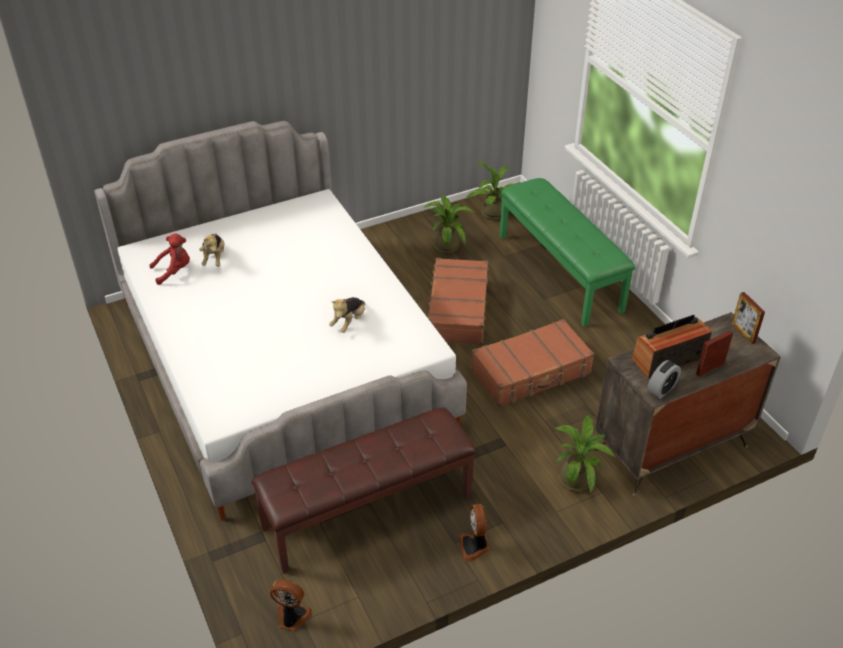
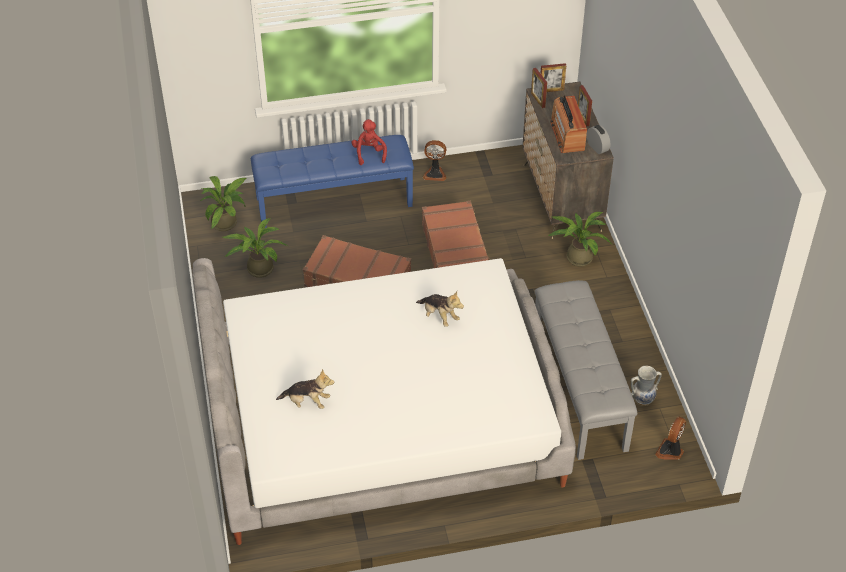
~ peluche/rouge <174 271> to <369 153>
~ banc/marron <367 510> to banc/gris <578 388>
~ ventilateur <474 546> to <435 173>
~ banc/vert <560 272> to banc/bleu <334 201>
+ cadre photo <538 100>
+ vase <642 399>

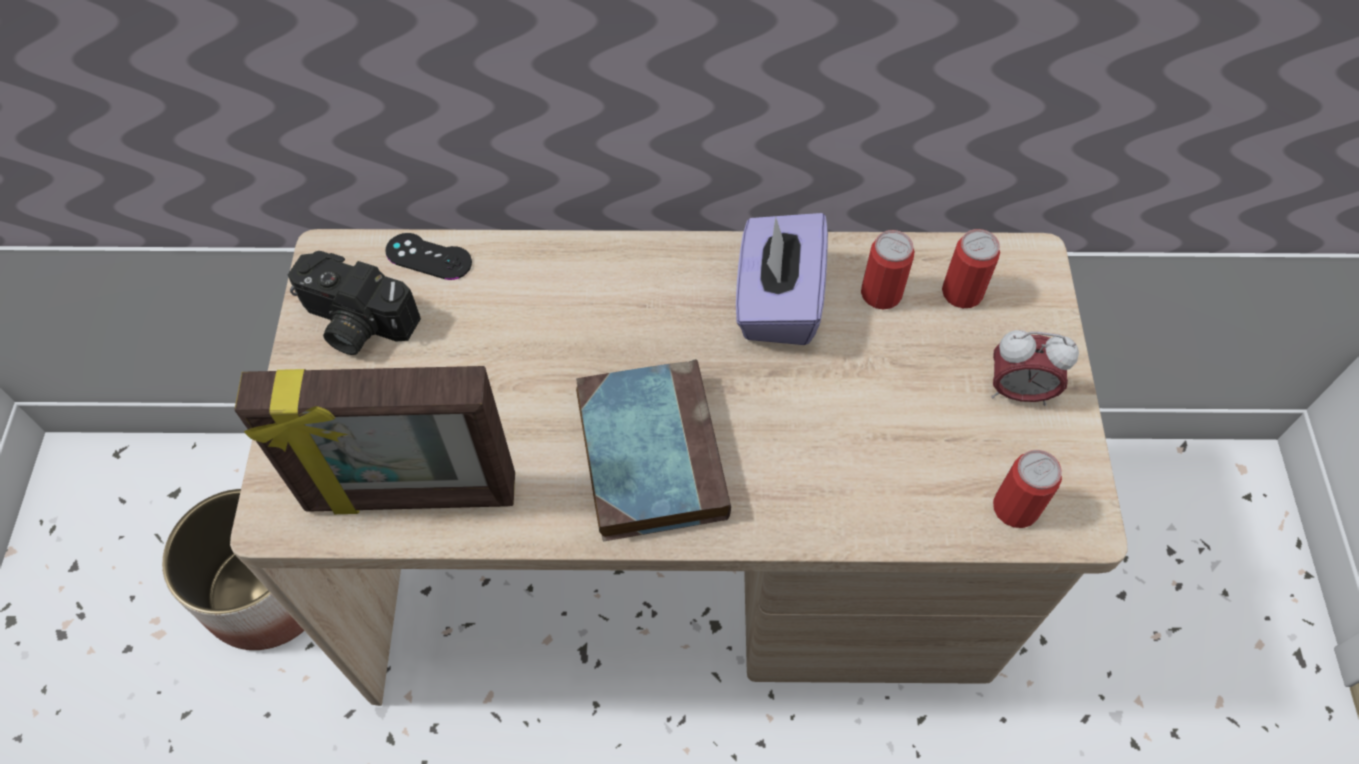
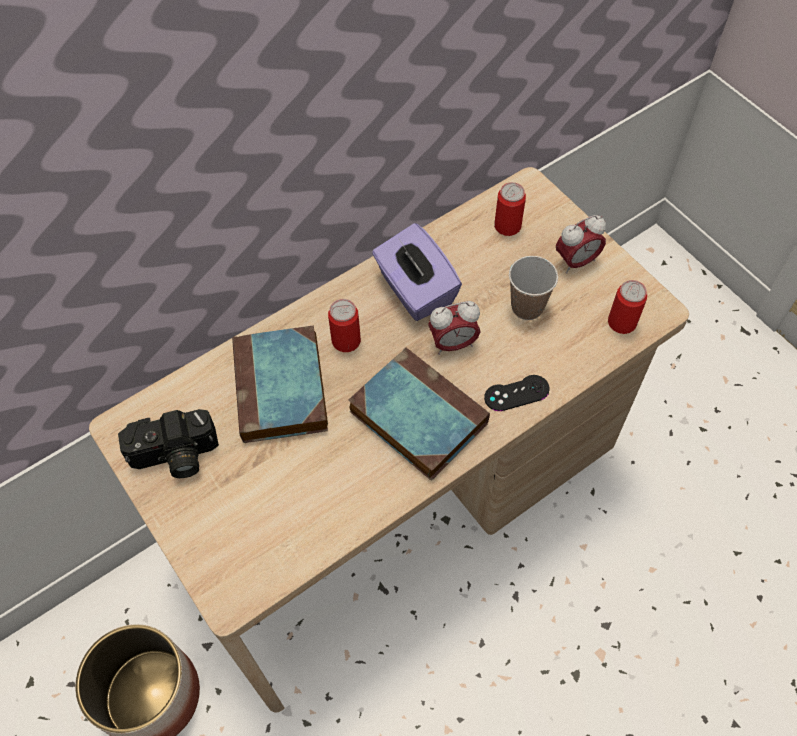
- cadre photo <411 496>
~ manette/noir <428 257> to <516 393>
~ boîte métallique <881 293> to <346 340>
+ livre <282 391>
+ réveil <453 344>
+ tasse <527 307>

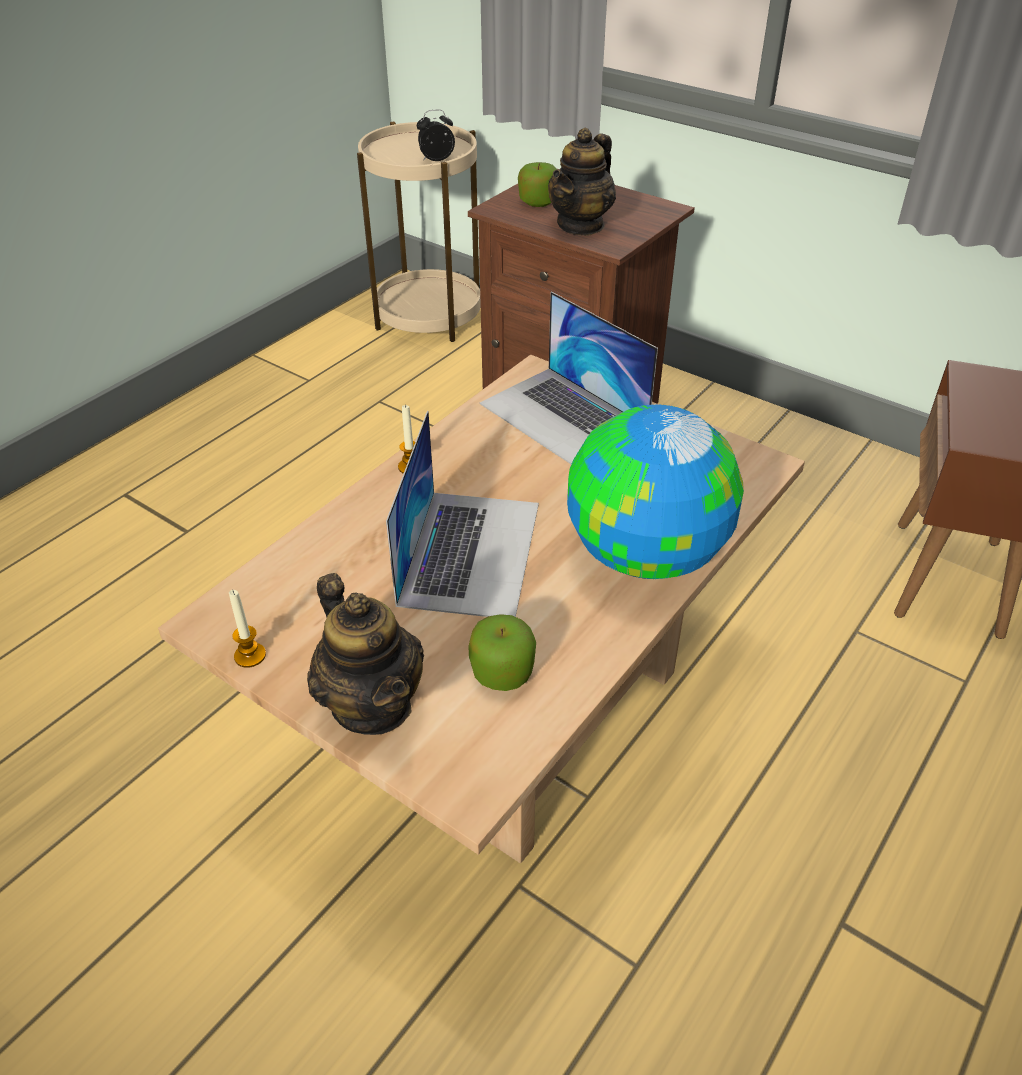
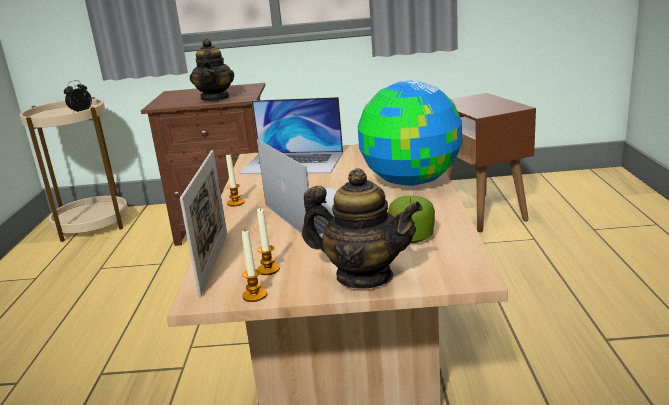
- pomme <538 202>
+ cadre photo <214 262>
+ bougie <268 269>

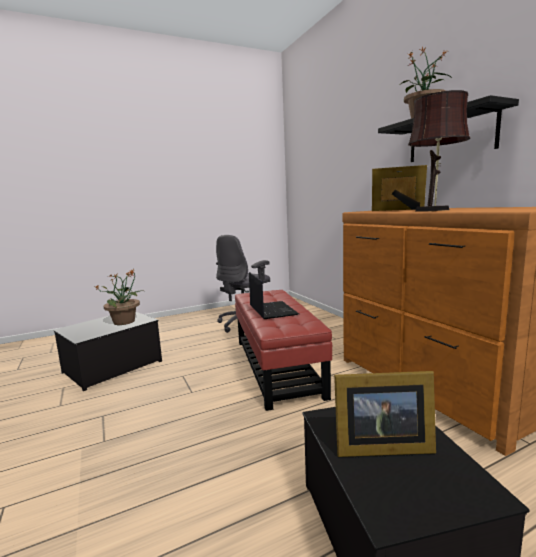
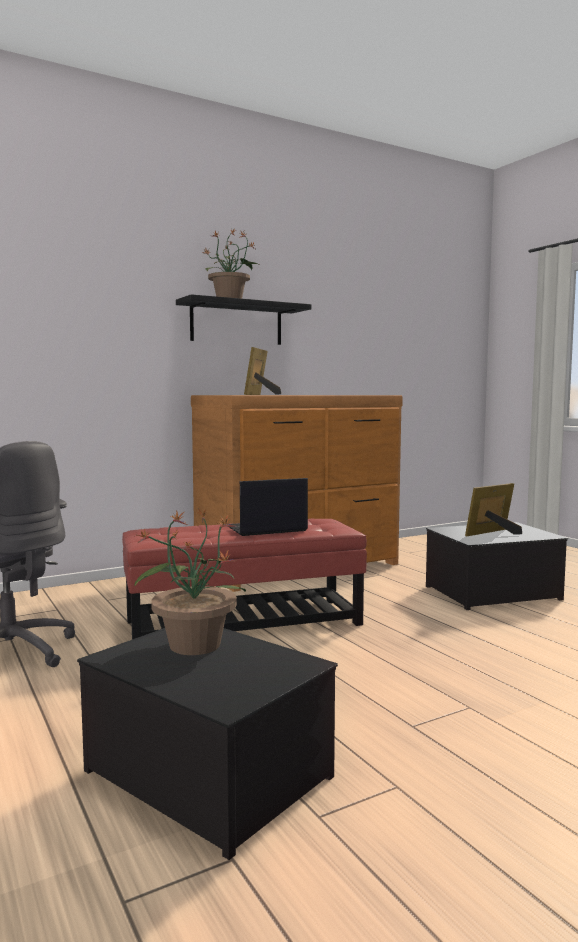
~ cadre photo <379 446> = <493 533> 120 degrees counterclockwise
- lampe de table/marron <434 210>

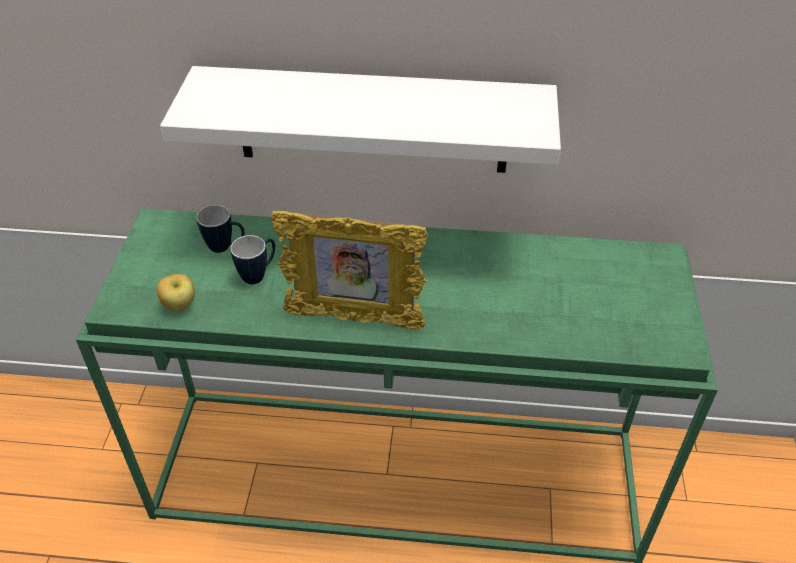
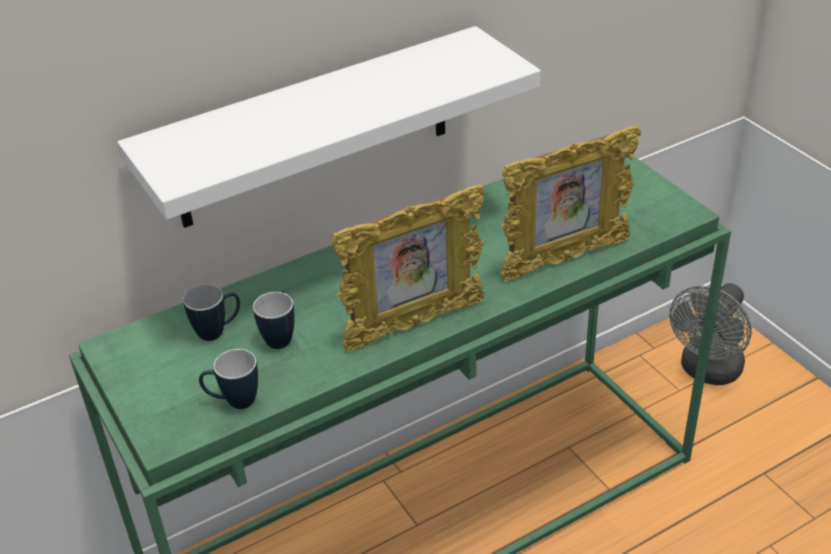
~ pomme <180 306> to mug <233 402>
+ cadre photo <564 260>
+ ventilateur/gris <707 371>

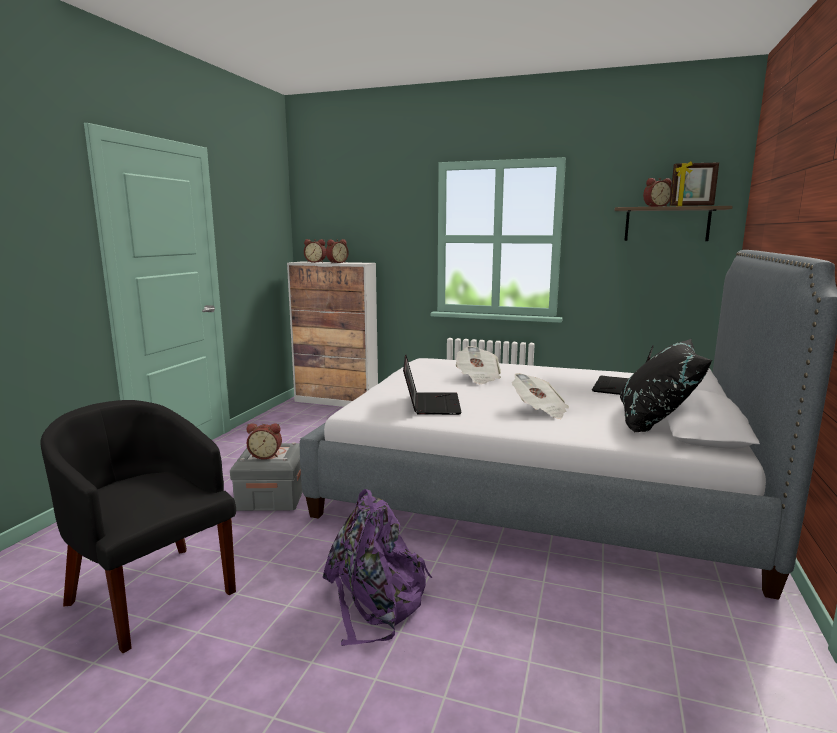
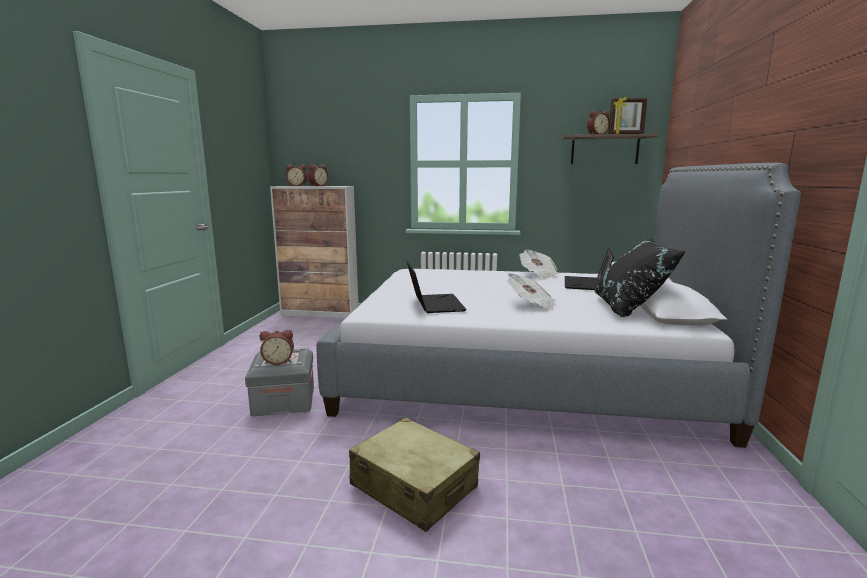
- fauteuil/noir <151 592>
~ sac à dos/violet <375 601> to valise/beige <414 486>
~ journal <478 377> to <538 274>

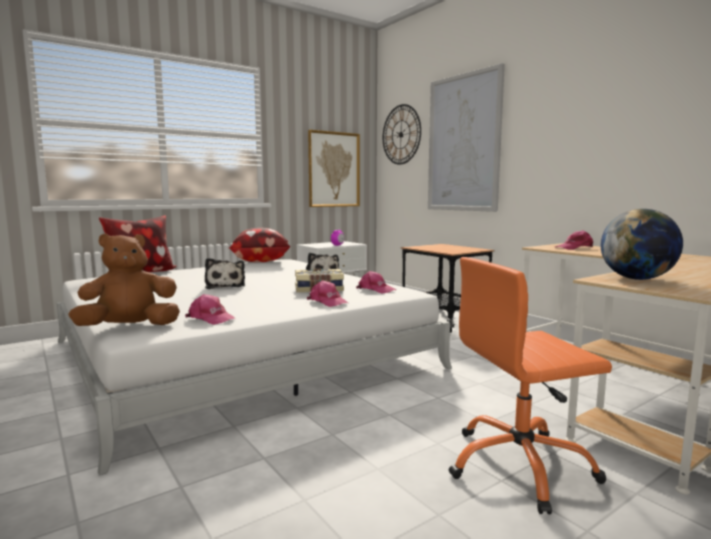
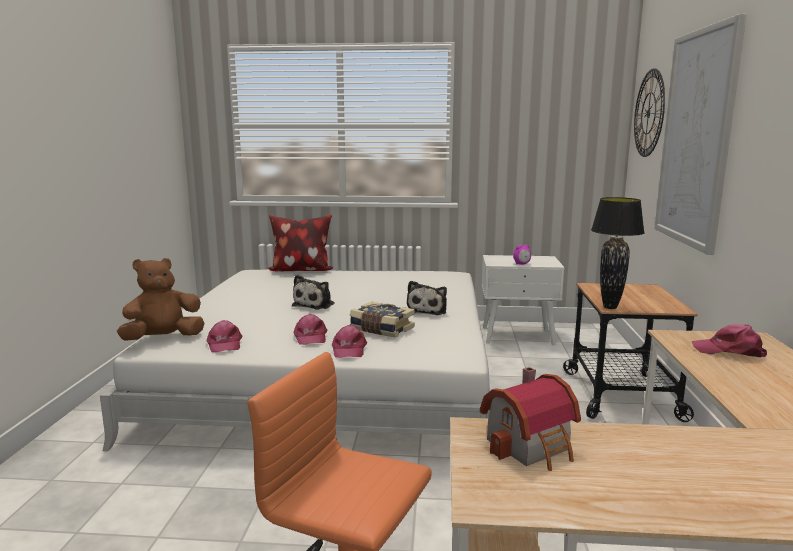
~ peluche/marron <130 328> = <163 339> 45 degrees counterclockwise
- coussin <260 261>
- tableau <334 169>
~ casquette/rose <375 290> to <310 337>
~ globe <637 279> to maison miniature <533 446>
+ lampe de table/noir <610 307>

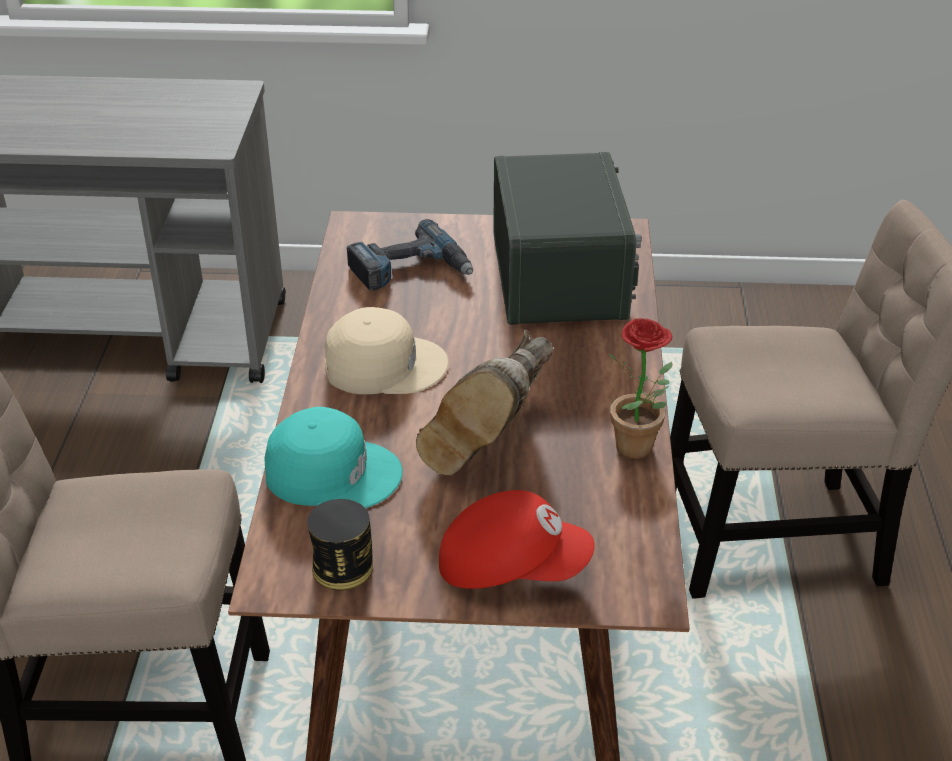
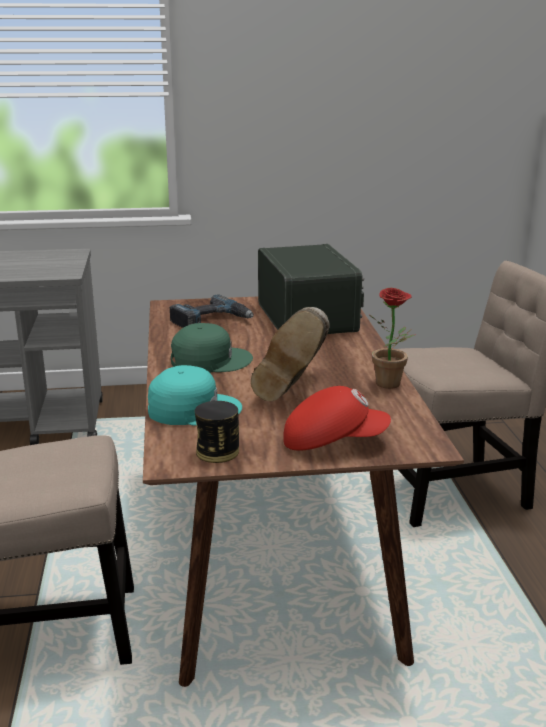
~ casquette/beige <384 364> to casquette/vert <210 360>

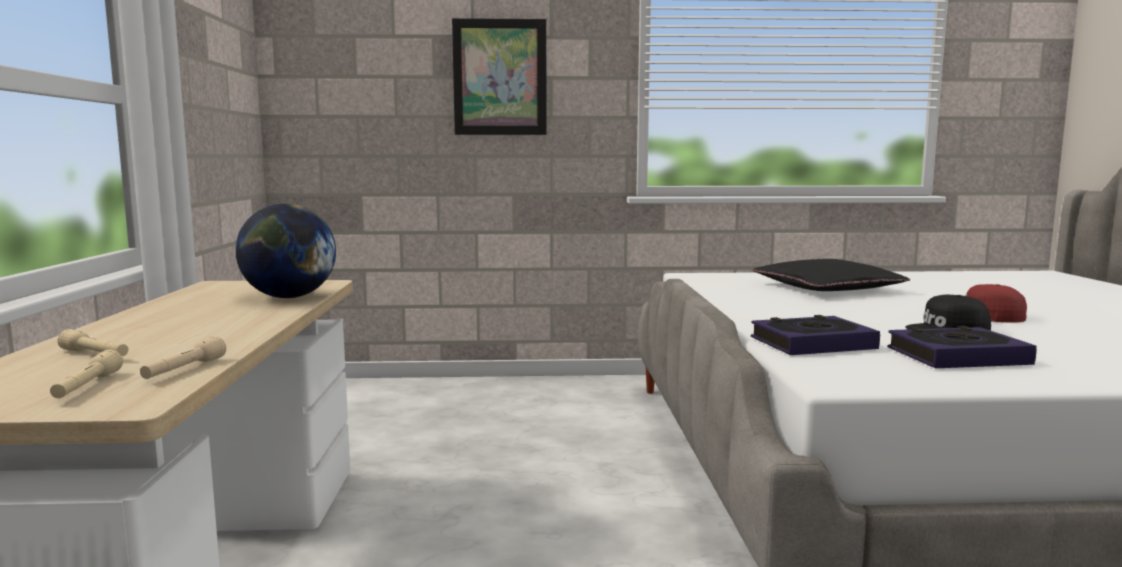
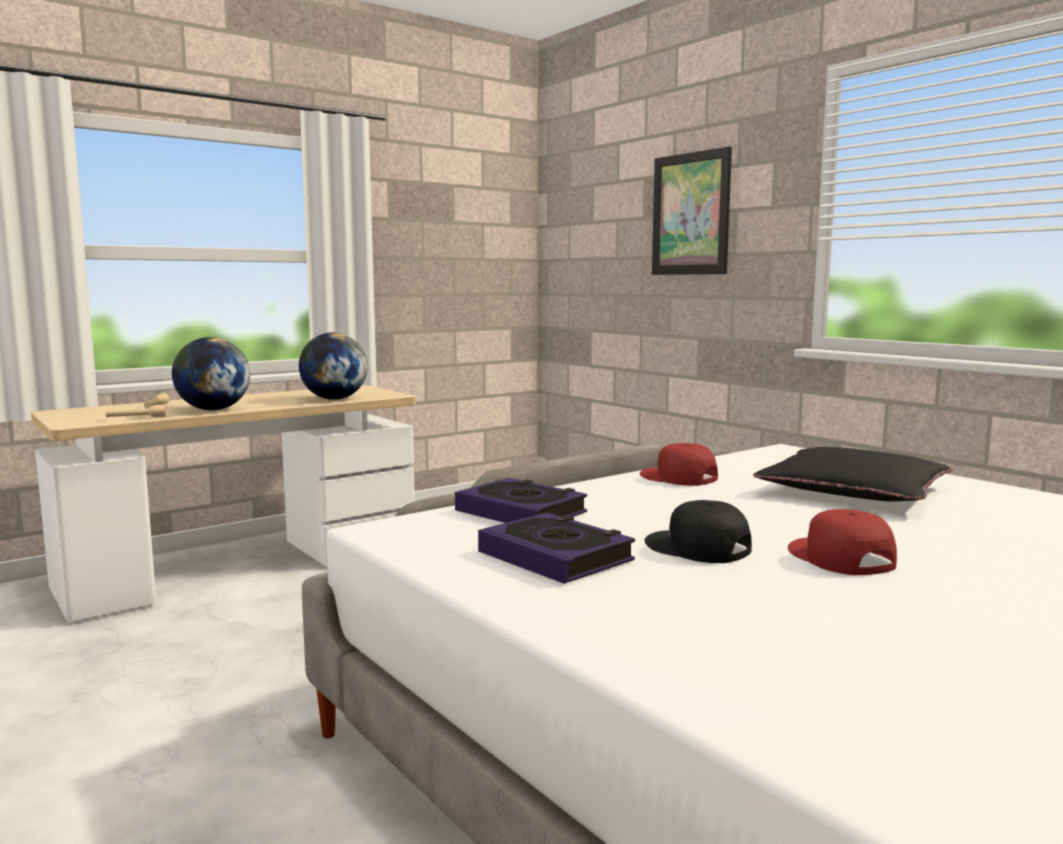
- lampe de poche/beige <87 387>
+ globe <213 410>
+ casquette/rouge <678 477>

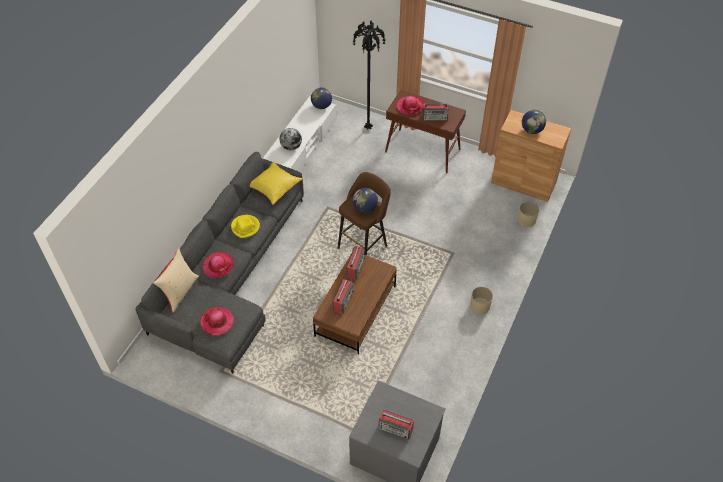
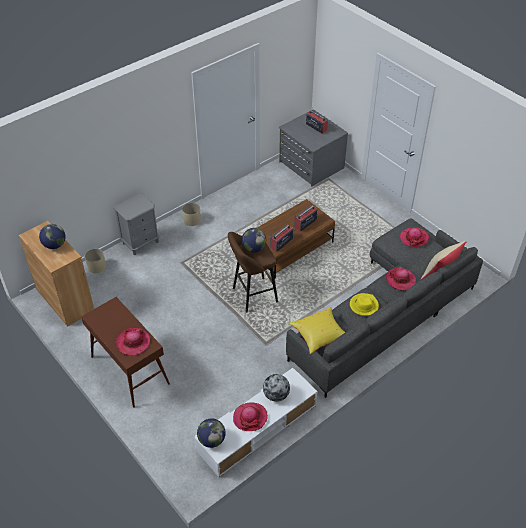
- lampadaire/noir <368 128>
- radio <435 117>
+ table de chevet/gris <141 242>
+ chapeau <250 417>

